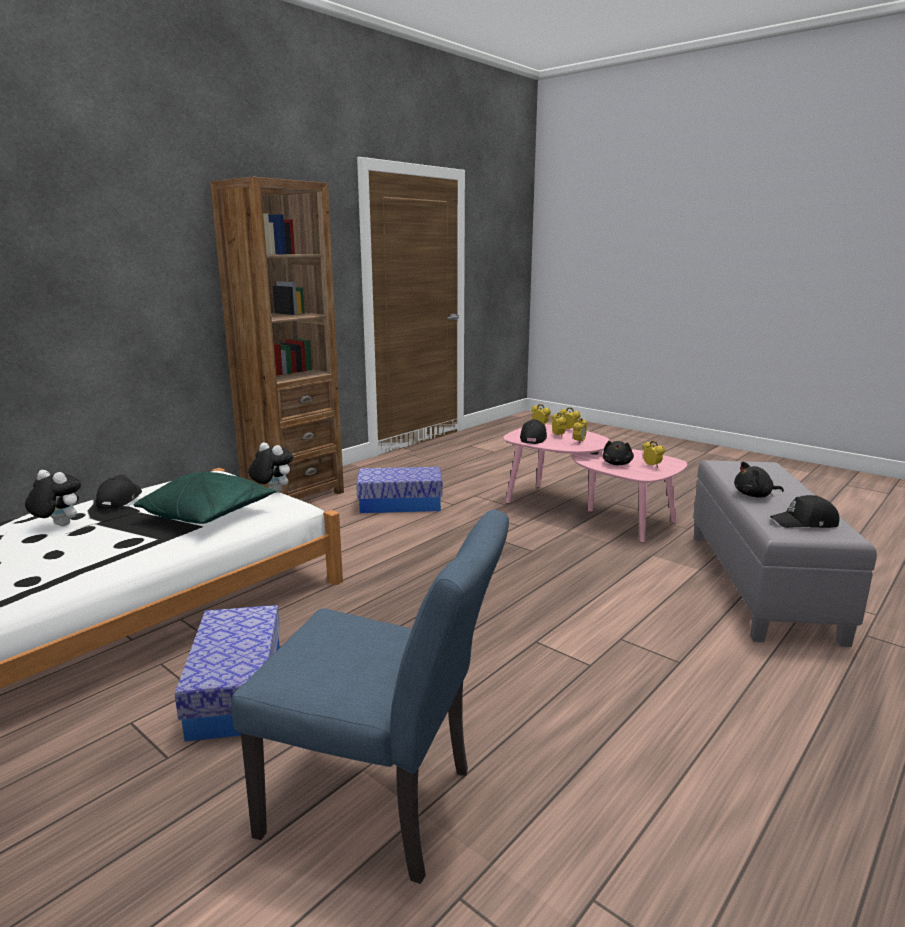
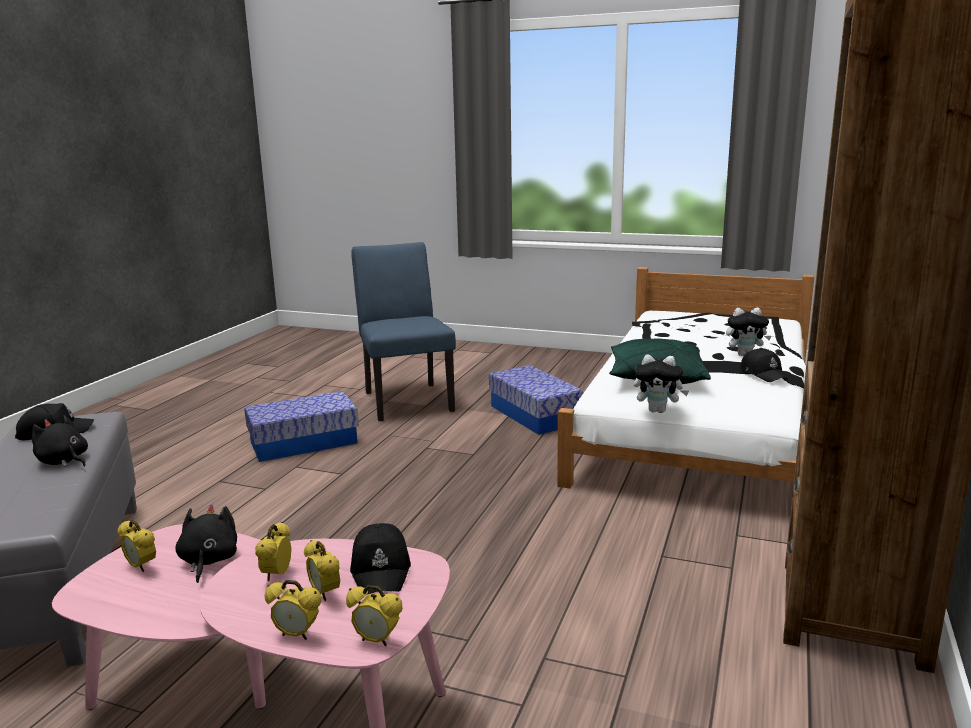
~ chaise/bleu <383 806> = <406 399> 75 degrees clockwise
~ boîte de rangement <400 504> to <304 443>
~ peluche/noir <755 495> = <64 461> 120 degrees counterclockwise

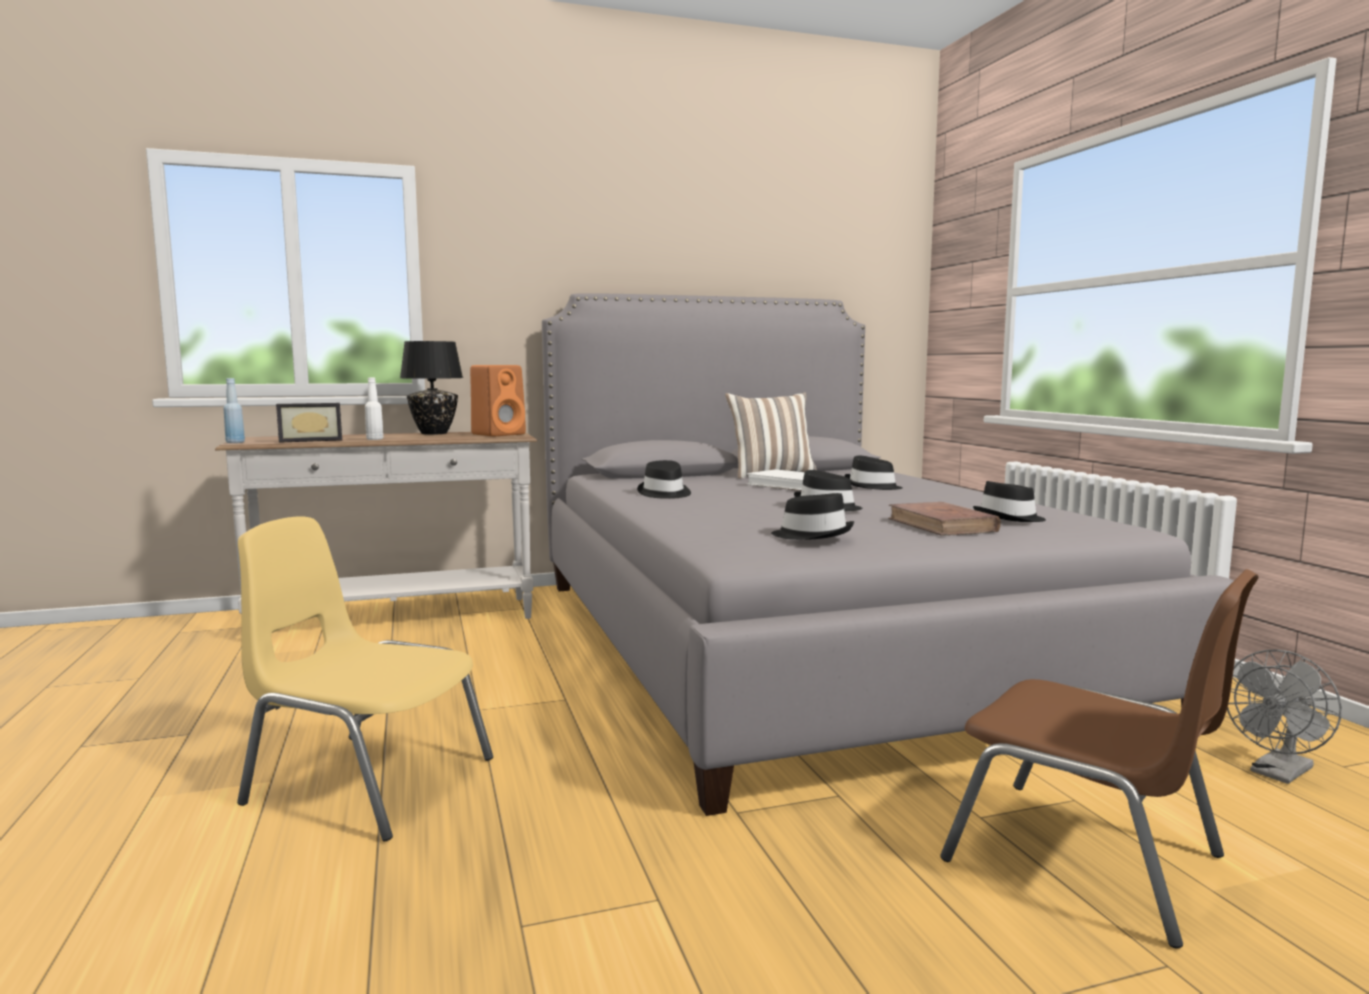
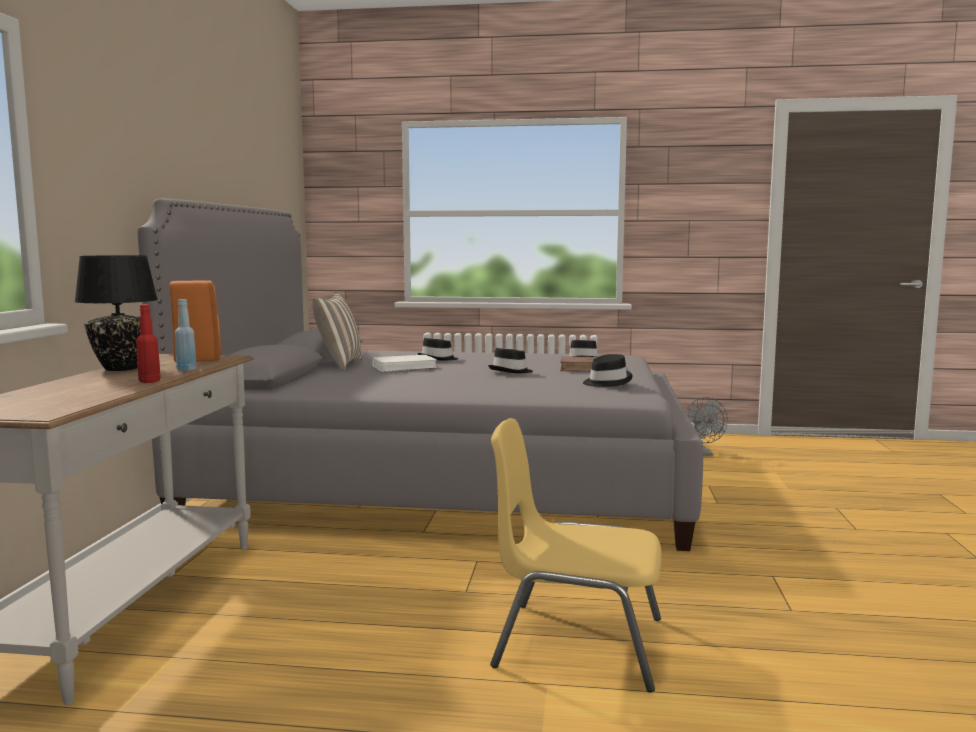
~ bouteille/bleu <235 442> to <186 370>
~ chaise/jaune <367 781> = <576 642> 60 degrees clockwise
- cadre photo <310 440>
~ bouteille/blanc <375 439> to bouteille/rouge <150 381>
- chapeau/noir <664 493>
- chaise/marron <1088 859>

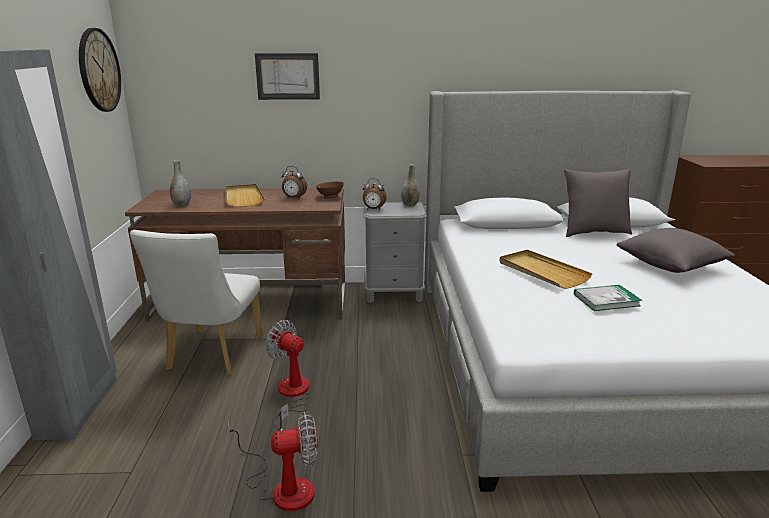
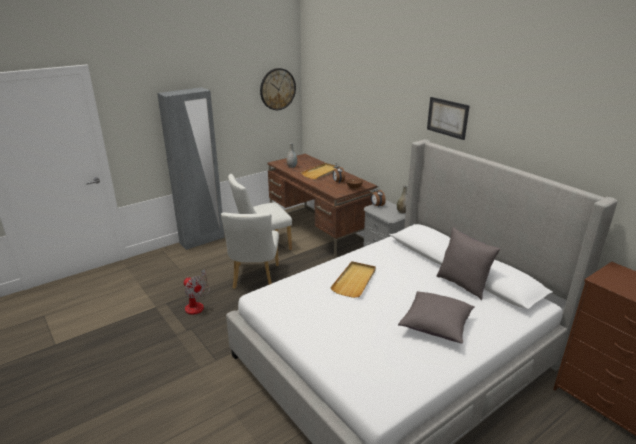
~ tableau <288 76> to <447 117>
~ ventilateur <292 395> to chaise/blanc <254 279>
- livre <606 300>

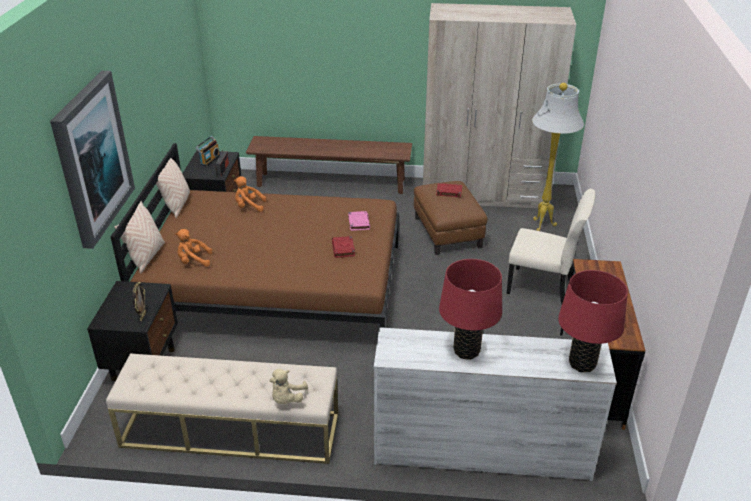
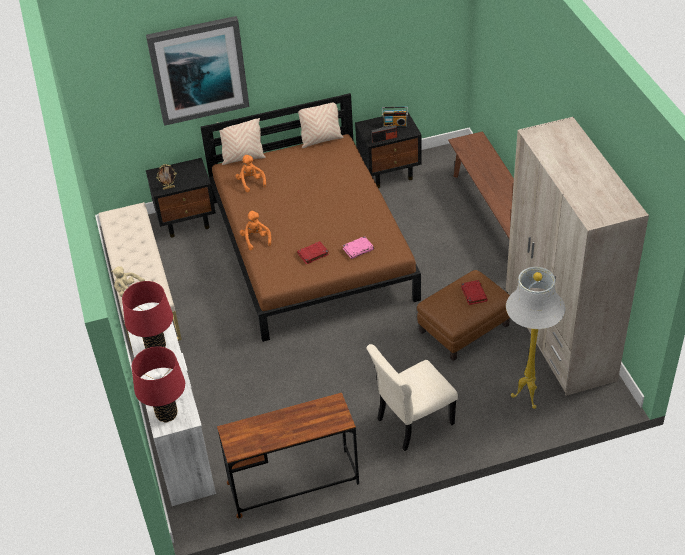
~ peluche/orange <249 206> to <256 239>
~ chaise/beige <543 287> = <412 422> 60 degrees clockwise

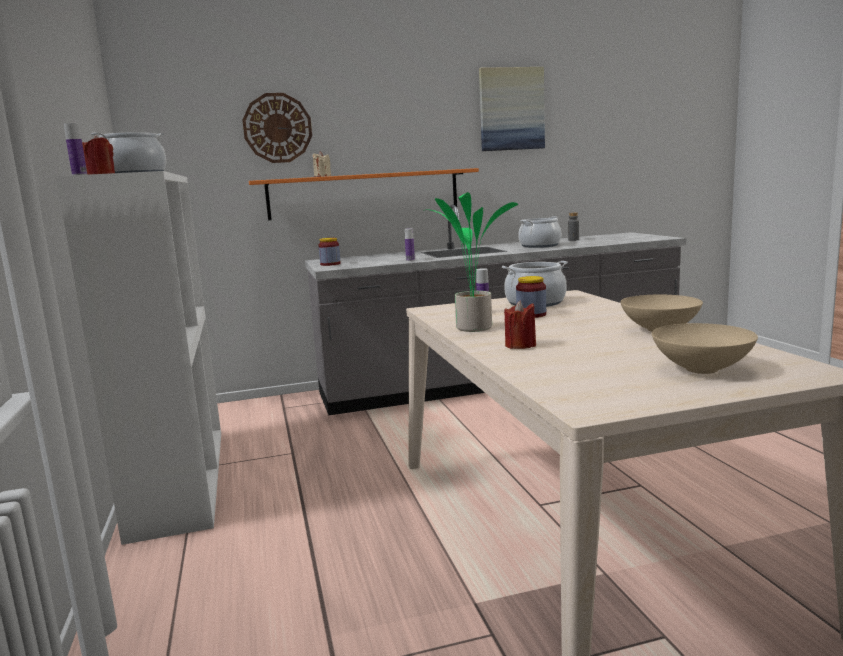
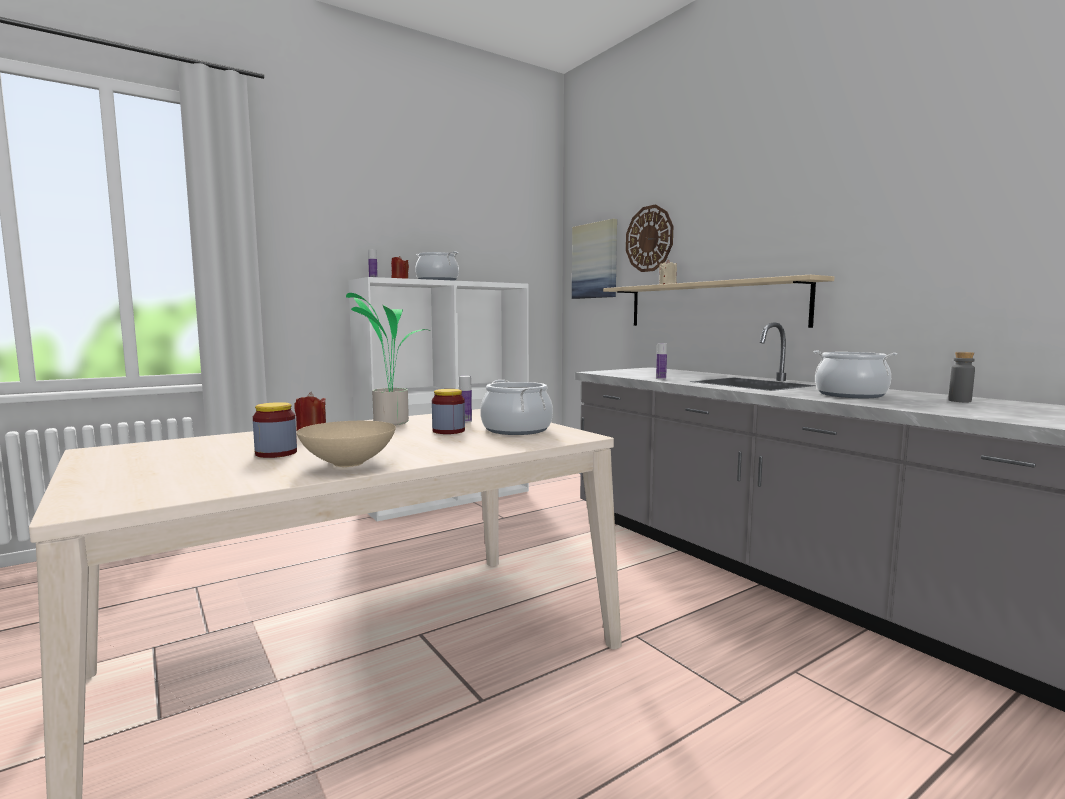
~ étagère/orange <364 194> to étagère/beige <711 305>
~ bocal <330 264> to <276 453>
~ tableau <511 109> to <595 261>
- bol/beige <700 369>

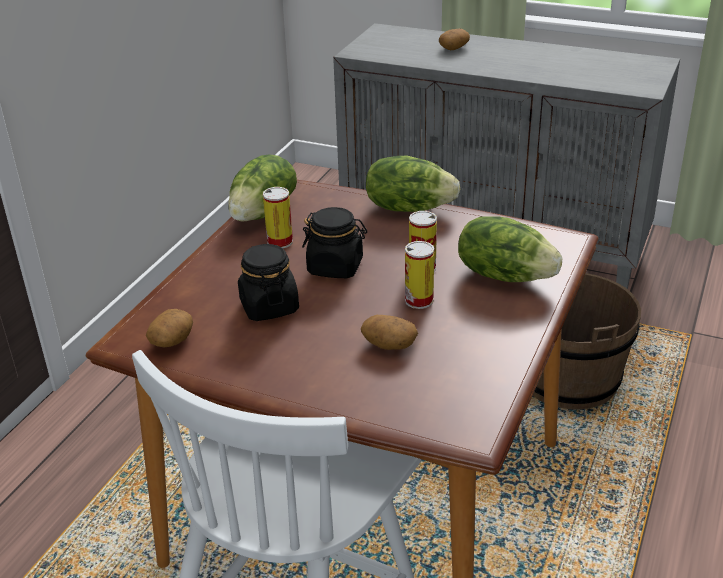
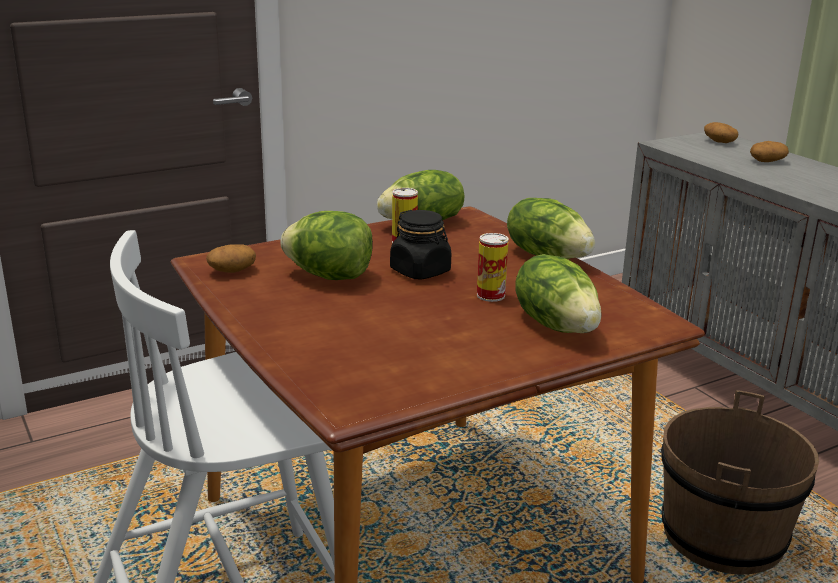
~ bocal/noir <269 306> to laitue <329 276>
~ pomme de terre <388 344> to <719 141>
- boîte métallique <419 300>

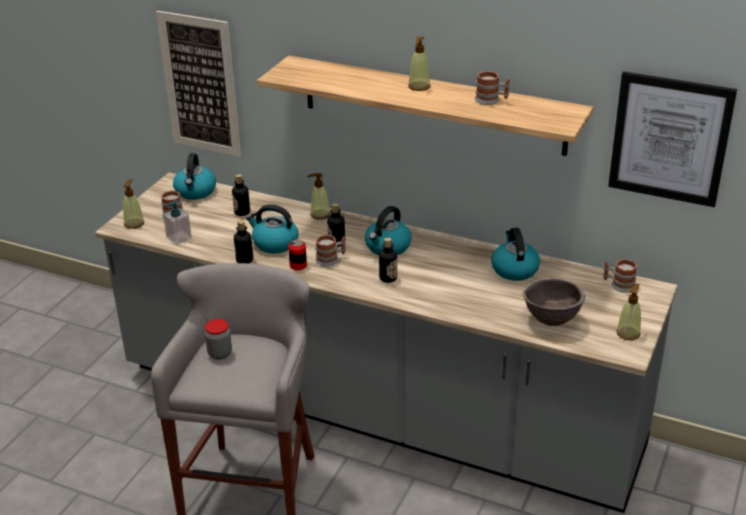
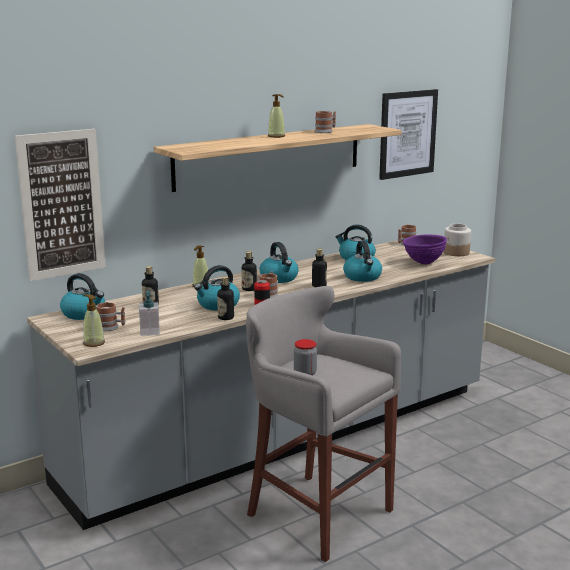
~ bol/marron <551 321> to bol/violet <423 263>
~ distributeur de savon <628 333> to bocal <456 253>
+ bouilloire <363 277>

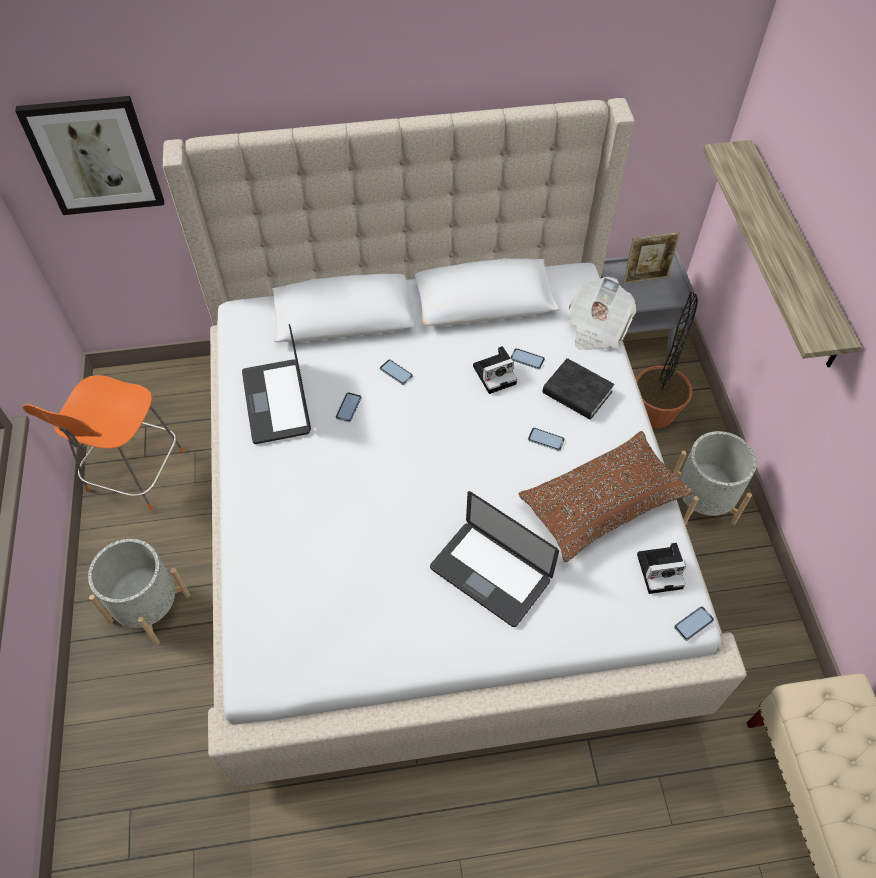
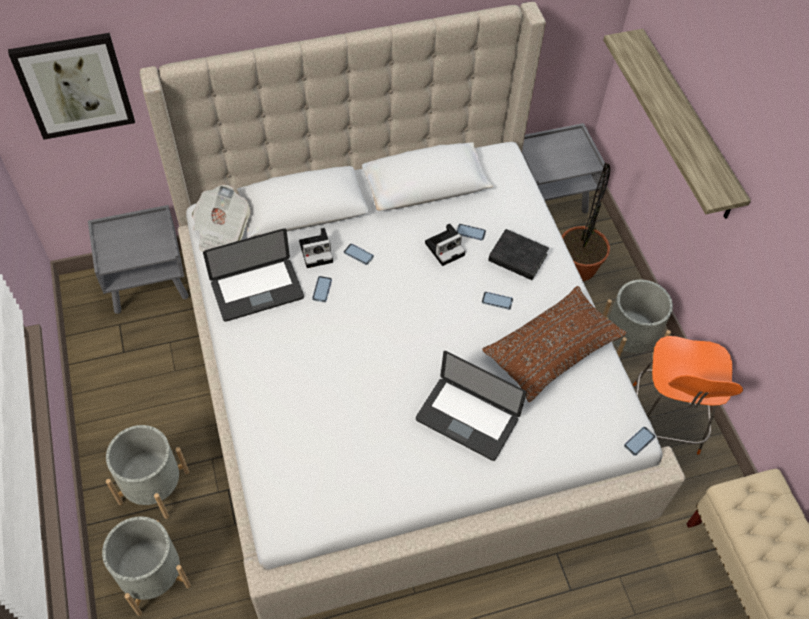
~ chaise/orange <134 474> to <665 421>
~ ordinateur portable <276 402> = <257 291> 90 degrees counterclockwise
~ journal <597 328> to <221 230>
- cadre photo <645 278>
~ appareil photo <661 570> to <317 251>
+ table de chevet/gris <149 285>
+ cache-pot/gris <153 577>

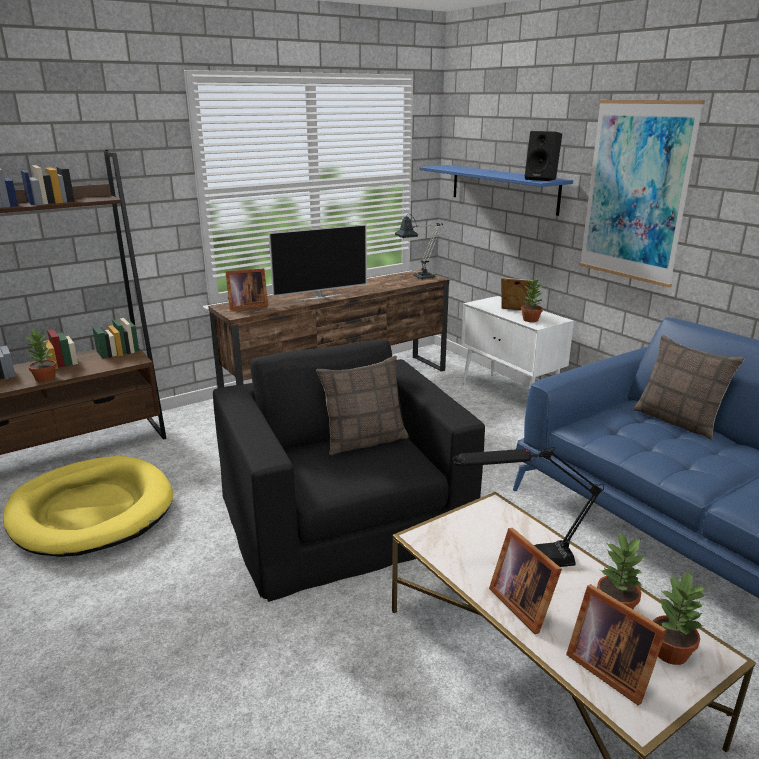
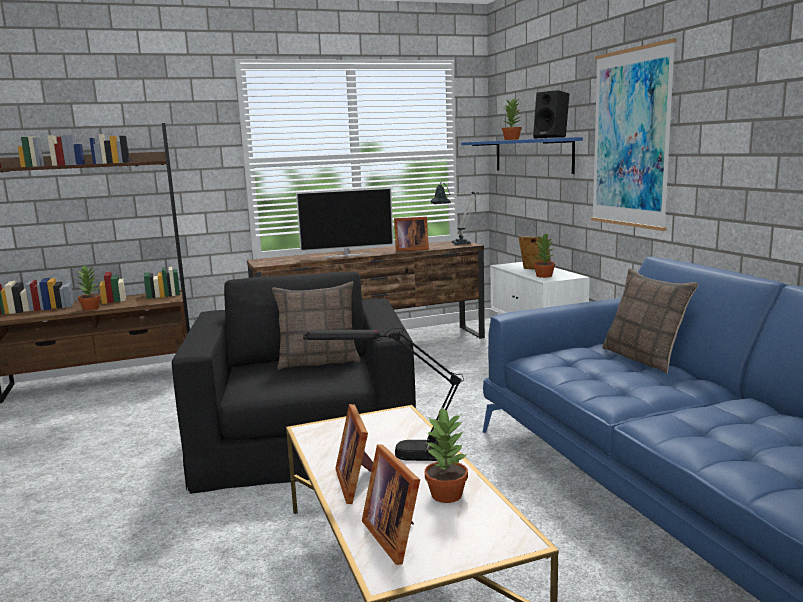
- panier pour chien/jaune <91 511>
~ cadre photo <246 306> to <410 249>
~ plante en pot <671 652> to <512 139>

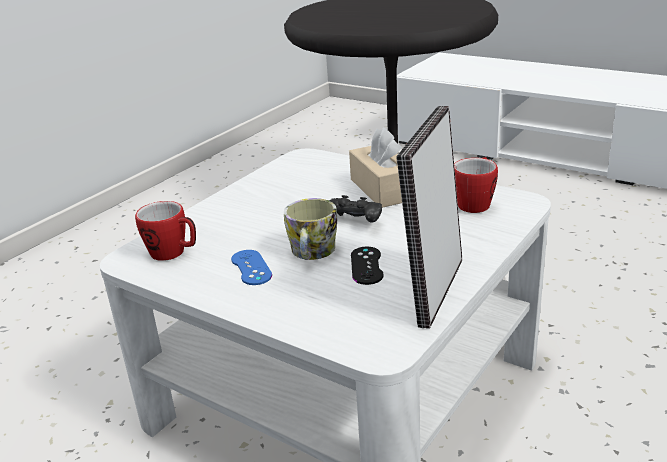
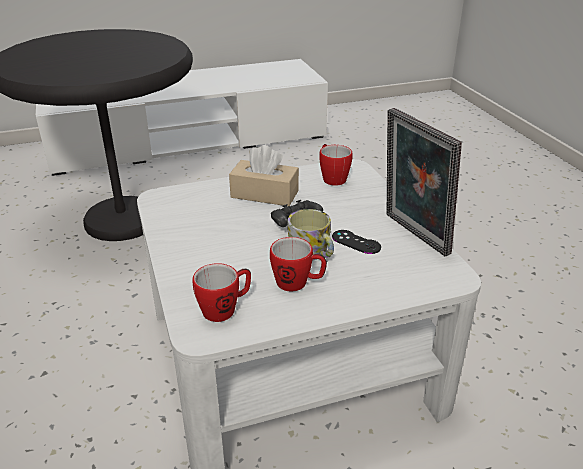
~ manette/bleu <251 267> to mug <298 283>

